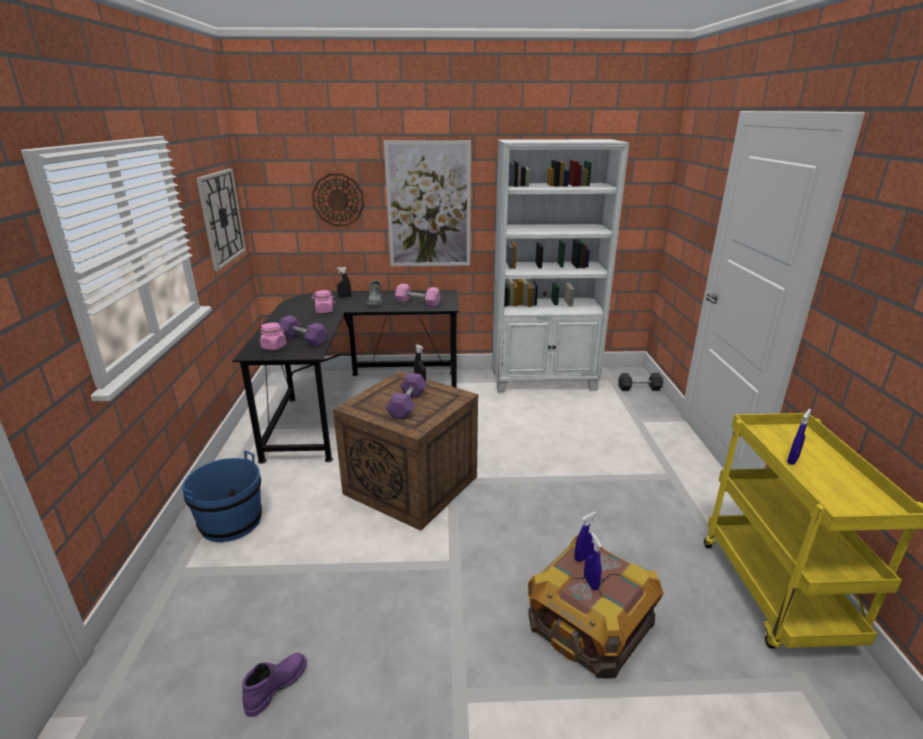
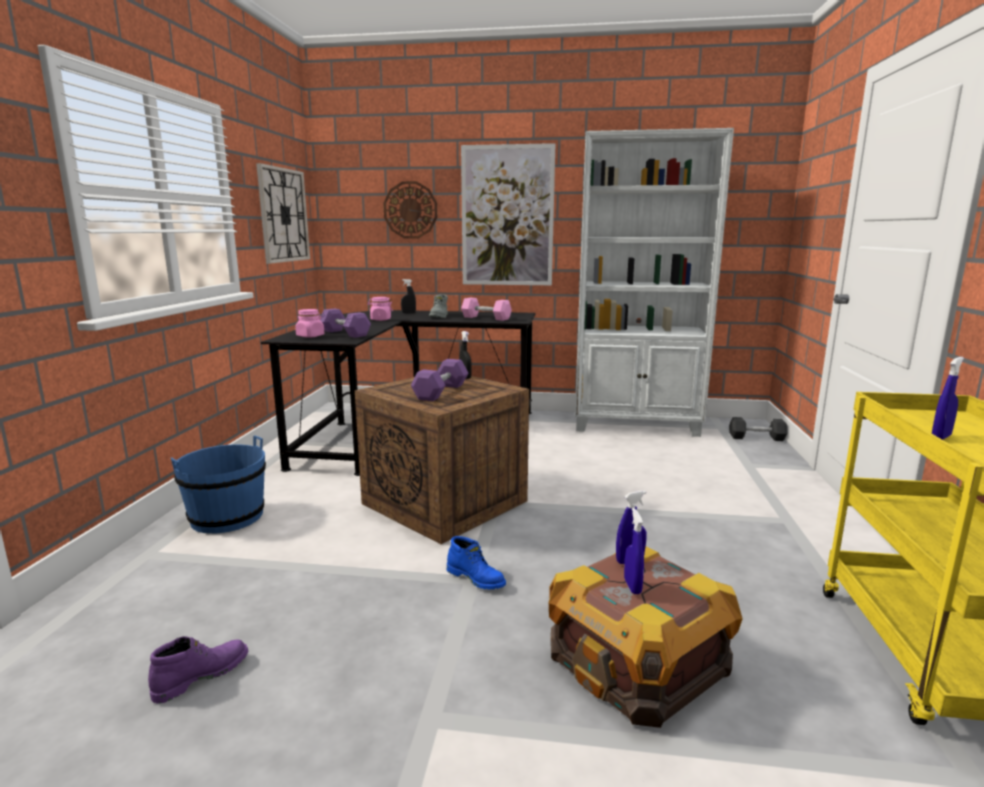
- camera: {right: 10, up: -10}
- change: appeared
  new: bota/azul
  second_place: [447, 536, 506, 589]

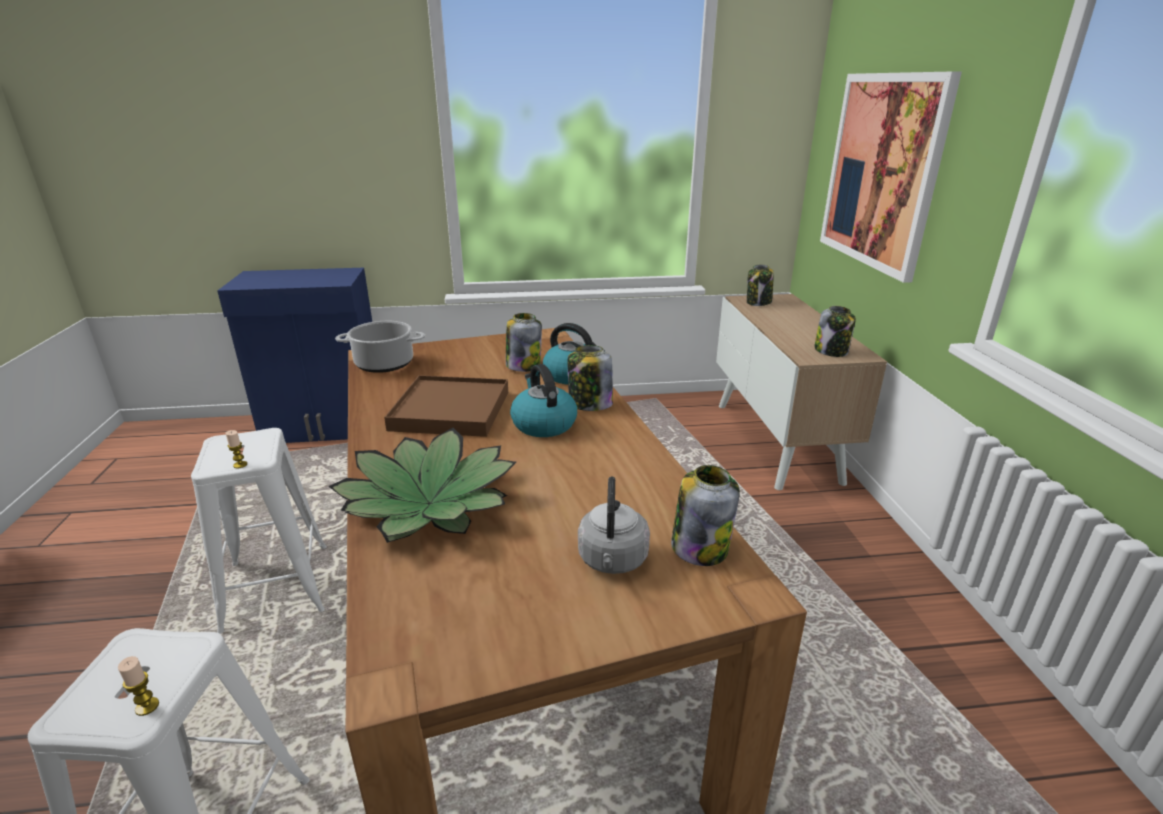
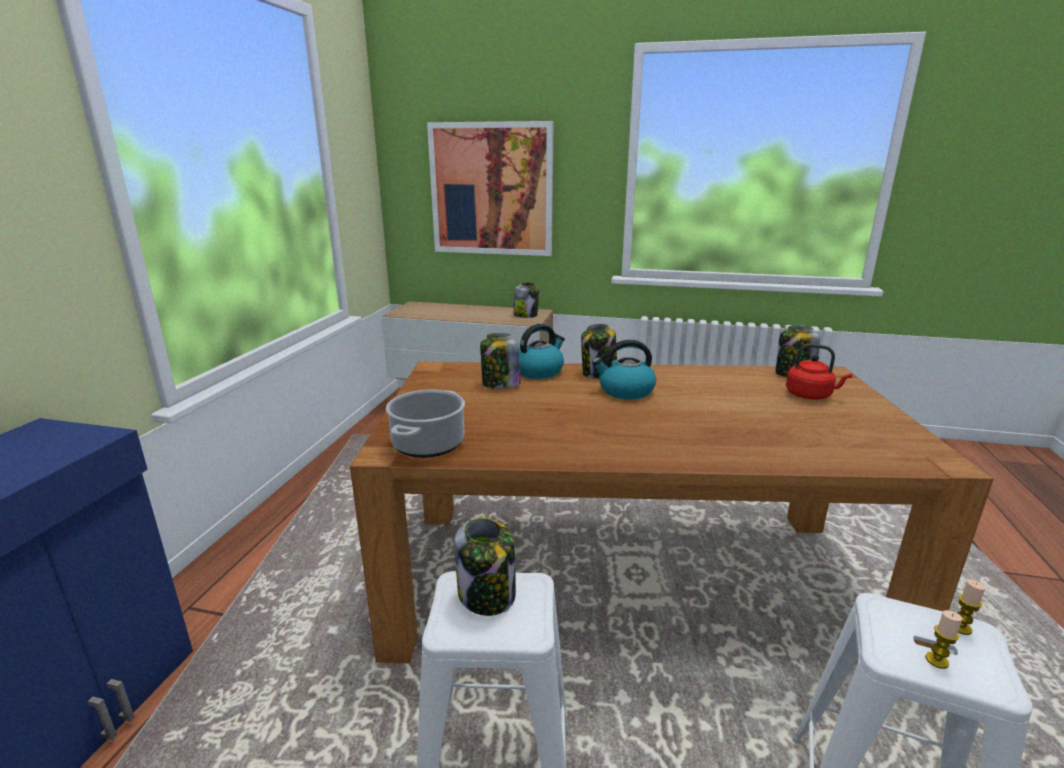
- camera: {right: -70, up: -5}
- change: relocated
  old: tarro
  first_place: [747, 264, 774, 306]
  second_place: [454, 518, 516, 616]
- change: missing
  old: bandeja/marrón
  first_place: [384, 375, 508, 437]
- change: missing
  old: planta en maceta
  first_place: [328, 428, 516, 543]
- change: relocated
  old: vela
  first_place: [225, 430, 247, 468]
  second_place: [925, 610, 963, 669]
- change: colour
  old: hervidor/gris
  new: hervidor/rojo
  first_place: [578, 476, 650, 574]
  second_place: [786, 344, 852, 400]

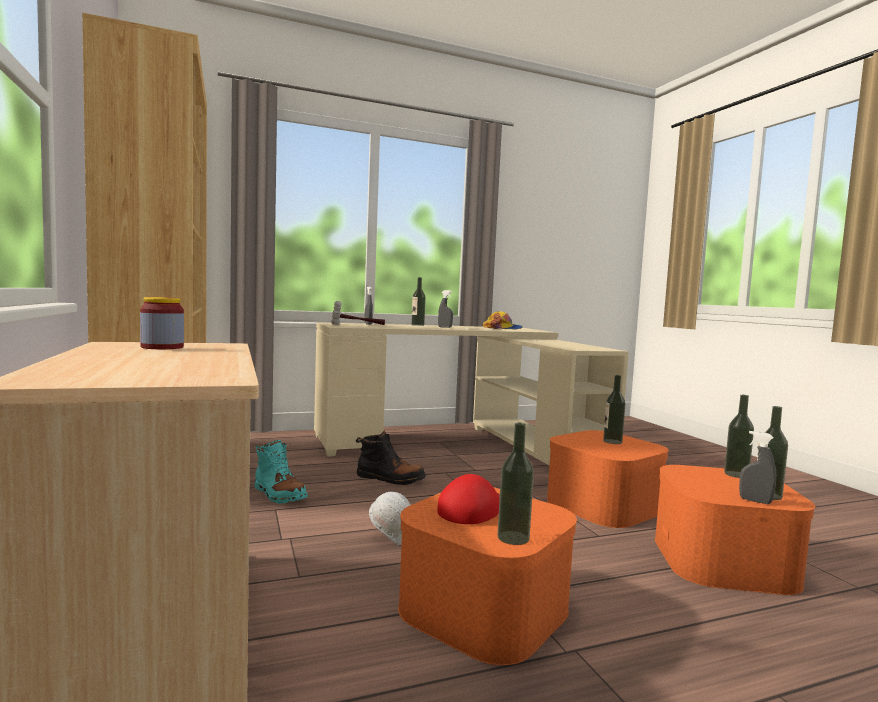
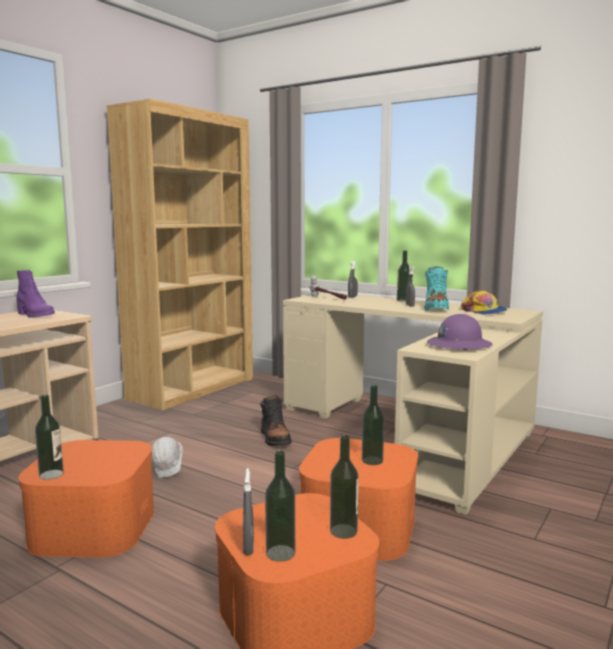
- camera: {right: 55, up: 5}
- change: exchanged
  old: tarro
  new: bota/morado
  first_place: [140, 297, 184, 349]
  second_place: [16, 270, 55, 318]
- change: relocated
  old: bota/turquesa
  first_place: [255, 440, 308, 504]
  second_place: [424, 266, 449, 311]
- change: missing
  old: gorra/rojo
  first_place: [437, 474, 500, 524]
- change: appeared
  new: casco/morado
  second_place: [427, 314, 493, 350]

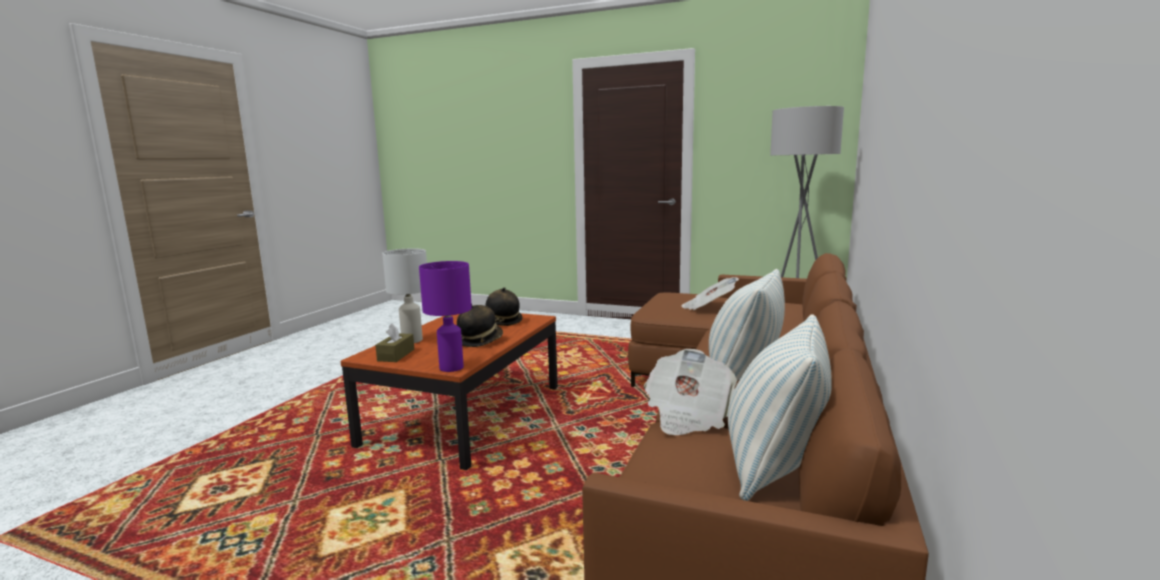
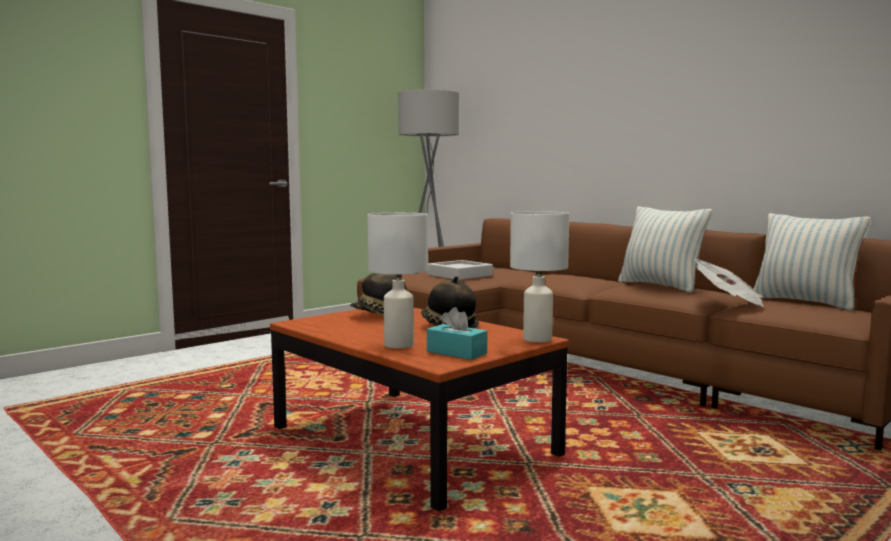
- camera: {right: -65, up: -5}
- change: colour
  old: lámpara de mesa/morado
  new: lámpara de mesa/blanco
  first_place: [419, 261, 472, 372]
  second_place: [510, 211, 569, 343]
- change: exchanged
  old: periódico
  new: bandeja/gris
  first_place: [681, 277, 739, 310]
  second_place: [427, 260, 493, 280]
- change: colour
  old: caja de pañuelos/marrón
  new: caja de pañuelos/turquesa
  first_place: [375, 323, 414, 362]
  second_place: [427, 307, 487, 360]

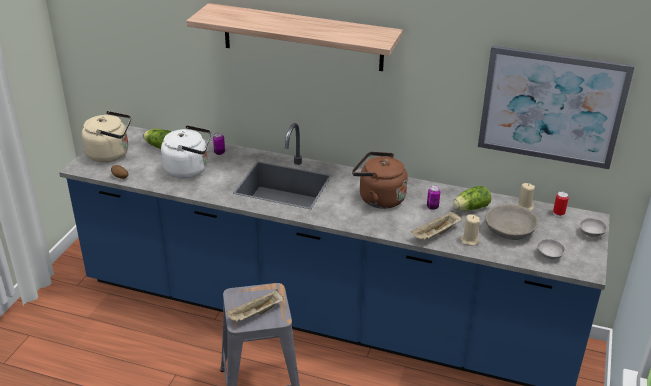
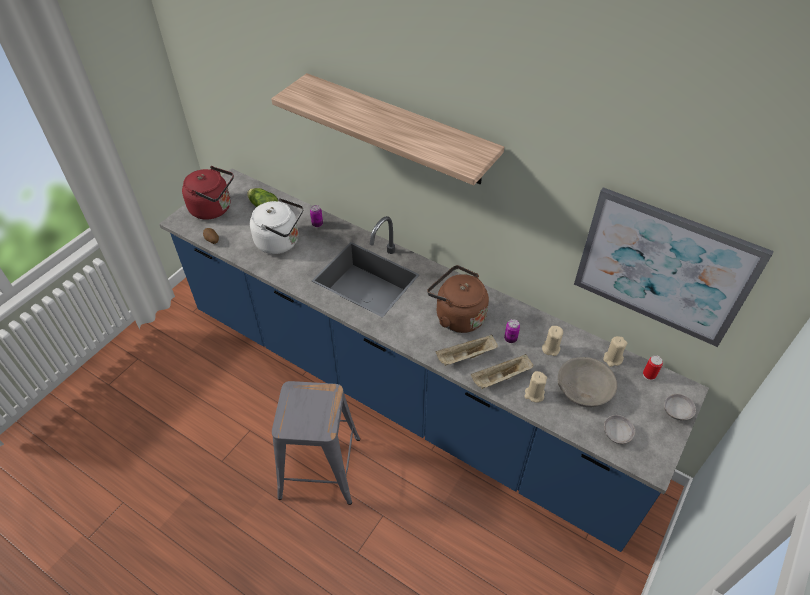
- camera: {right: 15, up: 15}
- change: colour
  old: hervidor/beis
  new: hervidor/rojo
  first_place: [81, 111, 131, 163]
  second_place: [182, 166, 234, 220]
- change: exchanged
  old: lechuga
  new: vela/beis
  first_place: [453, 186, 491, 211]
  second_place: [542, 326, 563, 356]
- change: relocated
  old: bandeja/beis
  first_place: [226, 290, 284, 322]
  second_place: [436, 335, 498, 366]

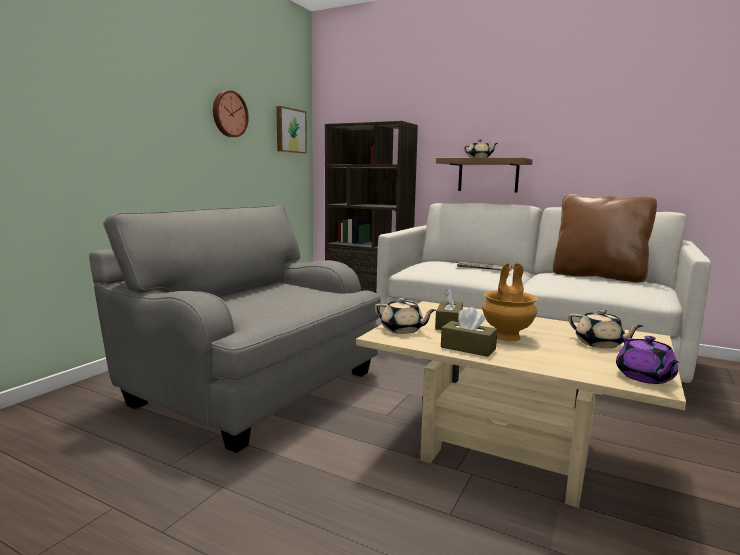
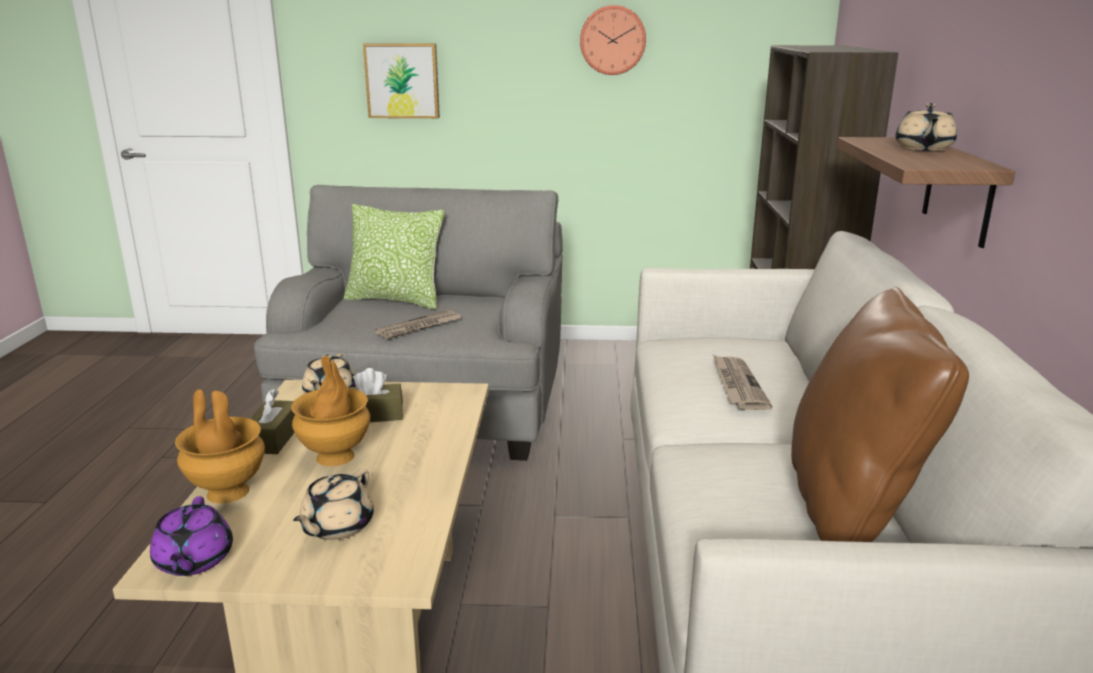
- camera: {right: 65, up: 10}
- change: relocated
  old: cuadro
  first_place: [276, 106, 307, 154]
  second_place: [363, 43, 440, 118]
- change: spun
  old: tetera/morado
  first_place: [616, 336, 680, 384]
  second_place: [150, 496, 233, 576]
  degrees: -75
- change: appeared
  new: cojín
  second_place: [344, 204, 444, 309]
- change: appeared
  new: periódico
  second_place: [375, 310, 461, 339]
- change: appeared
  new: florero/marrón
  second_place: [175, 389, 265, 503]

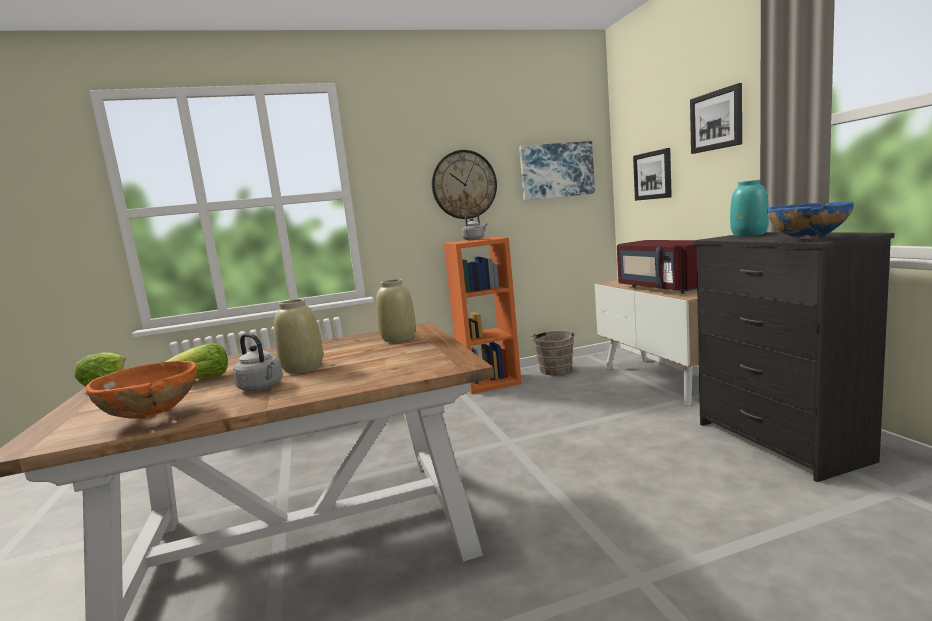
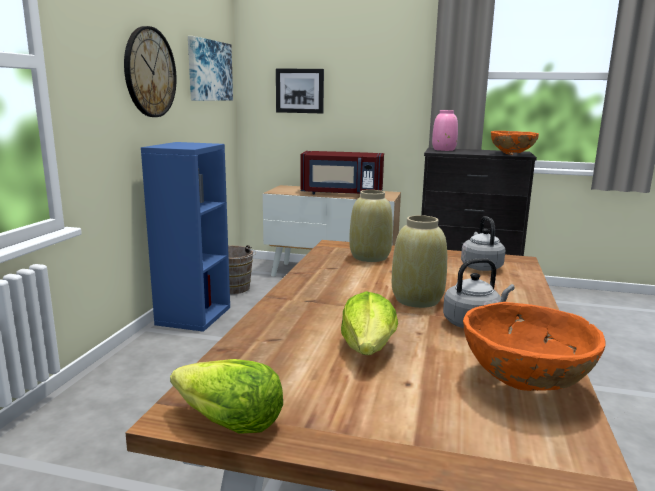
- camera: {right: -60, up: 5}
- change: missing
  old: cuadro
  first_place: [690, 83, 742, 154]
- change: colour
  old: florero/turquesa
  new: florero/rosa
  first_place: [730, 180, 769, 236]
  second_place: [432, 110, 458, 151]
- change: colour
  old: cuenco/azul
  new: cuenco/naranja
  first_place: [767, 201, 853, 240]
  second_place: [491, 131, 539, 155]
- change: relocated
  old: hervidor/gris
  first_place: [462, 212, 487, 240]
  second_place: [461, 216, 505, 271]
- change: colour
  old: estantería/naranja
  new: estantería/azul
  first_place: [444, 237, 522, 394]
  second_place: [141, 142, 230, 332]

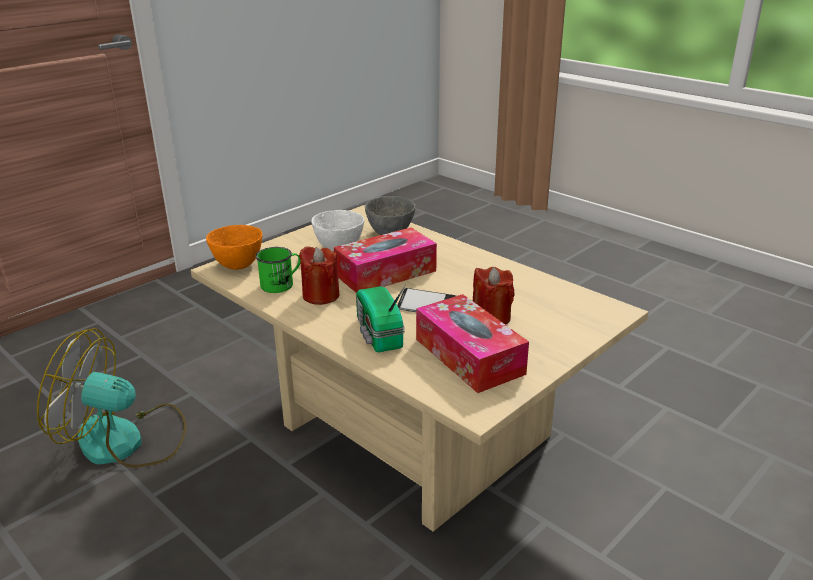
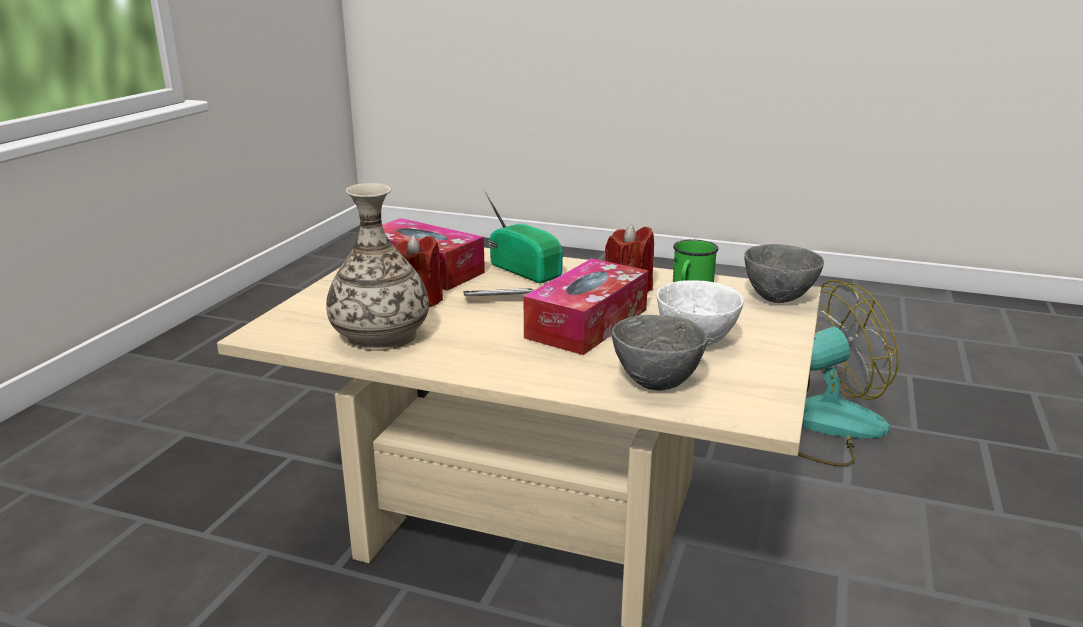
- camera: {right: 155, up: -5}
- change: colour
  old: cuenco/naranja
  new: cuenco/gris
  first_place: [206, 225, 262, 270]
  second_place: [744, 244, 824, 303]
- change: appeared
  new: florero
  second_place: [326, 183, 429, 351]

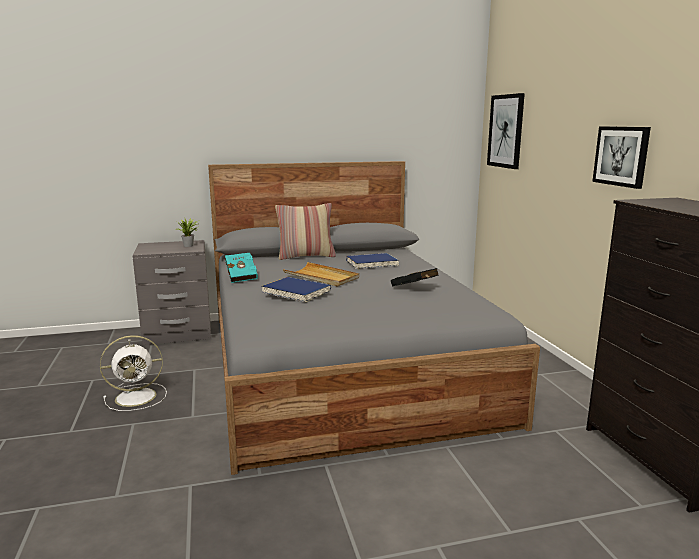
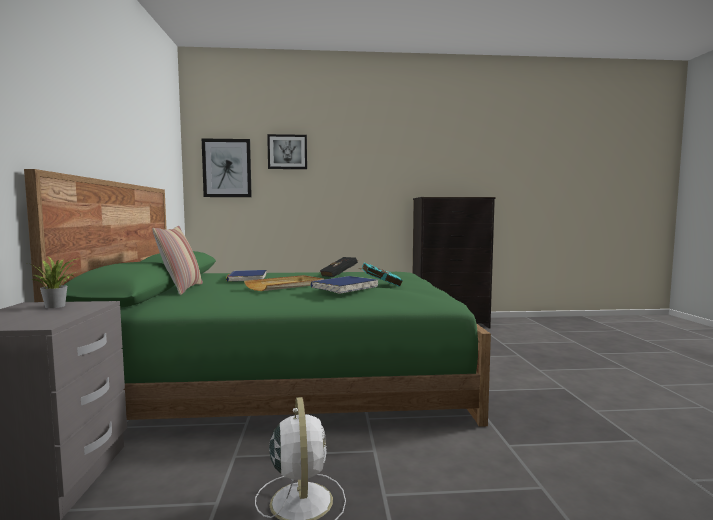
- camera: {right: -80, up: -10}
- change: relocated
  old: cuadro
  first_place: [592, 126, 651, 189]
  second_place: [267, 134, 307, 169]
- change: colour
  old: cama/gris
  new: cama/verde
  first_place: [208, 161, 540, 475]
  second_place: [24, 169, 491, 427]
- change: relocated
  old: libro/turquesa
  first_place: [225, 253, 258, 283]
  second_place: [358, 263, 403, 287]

